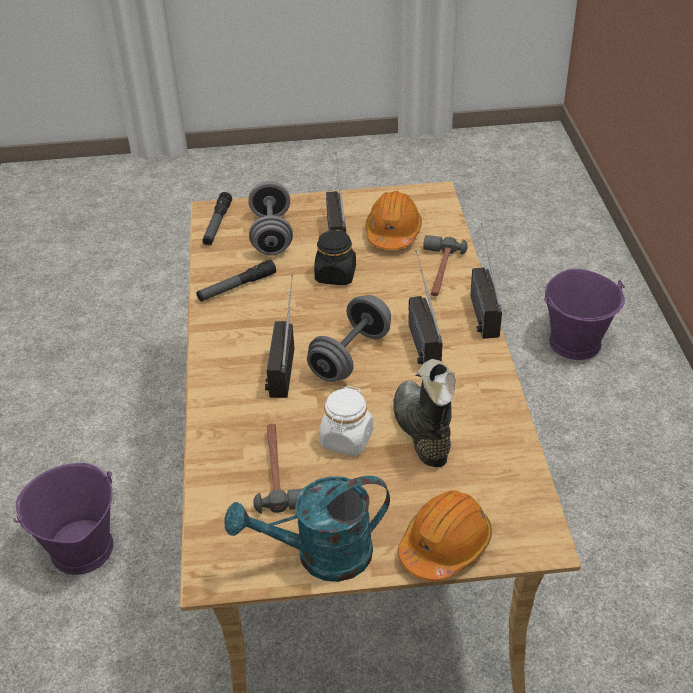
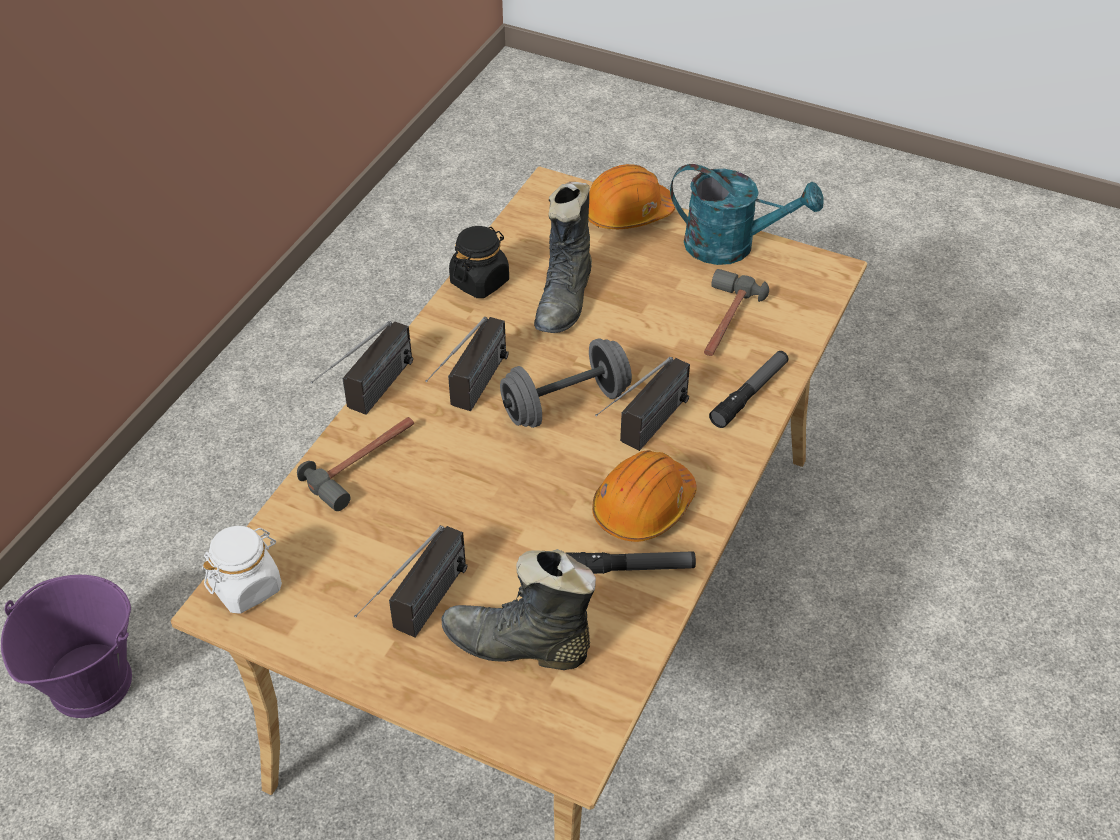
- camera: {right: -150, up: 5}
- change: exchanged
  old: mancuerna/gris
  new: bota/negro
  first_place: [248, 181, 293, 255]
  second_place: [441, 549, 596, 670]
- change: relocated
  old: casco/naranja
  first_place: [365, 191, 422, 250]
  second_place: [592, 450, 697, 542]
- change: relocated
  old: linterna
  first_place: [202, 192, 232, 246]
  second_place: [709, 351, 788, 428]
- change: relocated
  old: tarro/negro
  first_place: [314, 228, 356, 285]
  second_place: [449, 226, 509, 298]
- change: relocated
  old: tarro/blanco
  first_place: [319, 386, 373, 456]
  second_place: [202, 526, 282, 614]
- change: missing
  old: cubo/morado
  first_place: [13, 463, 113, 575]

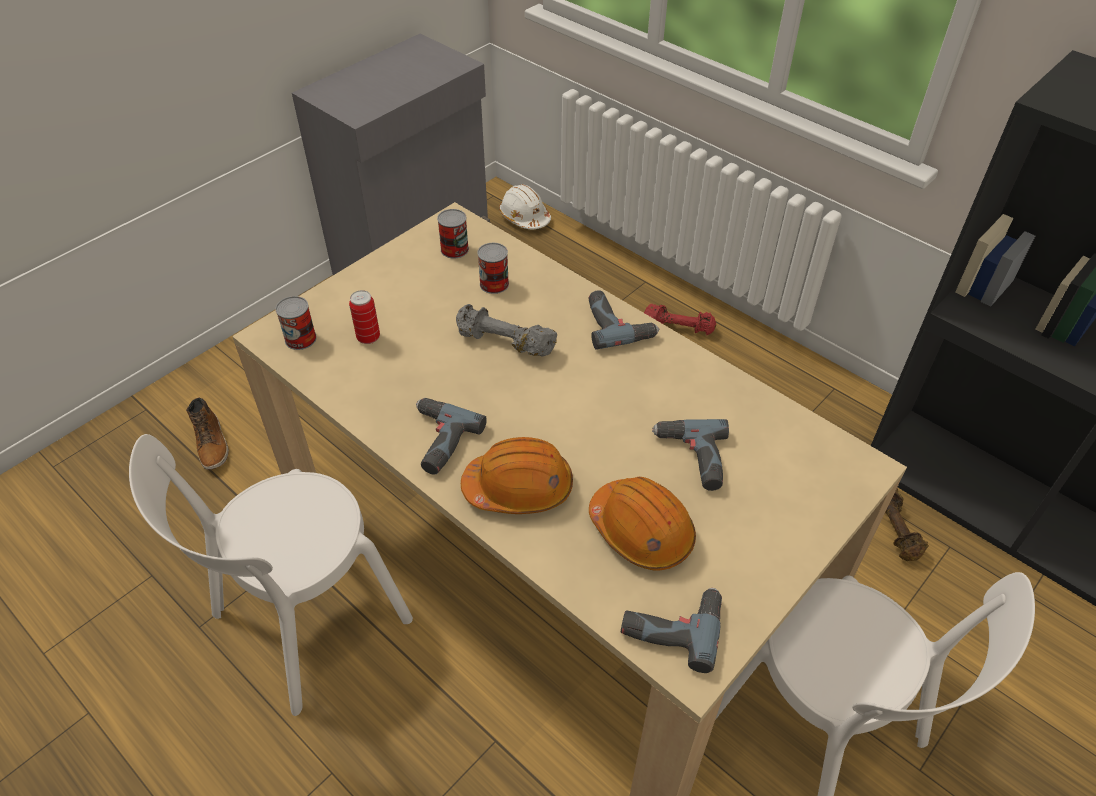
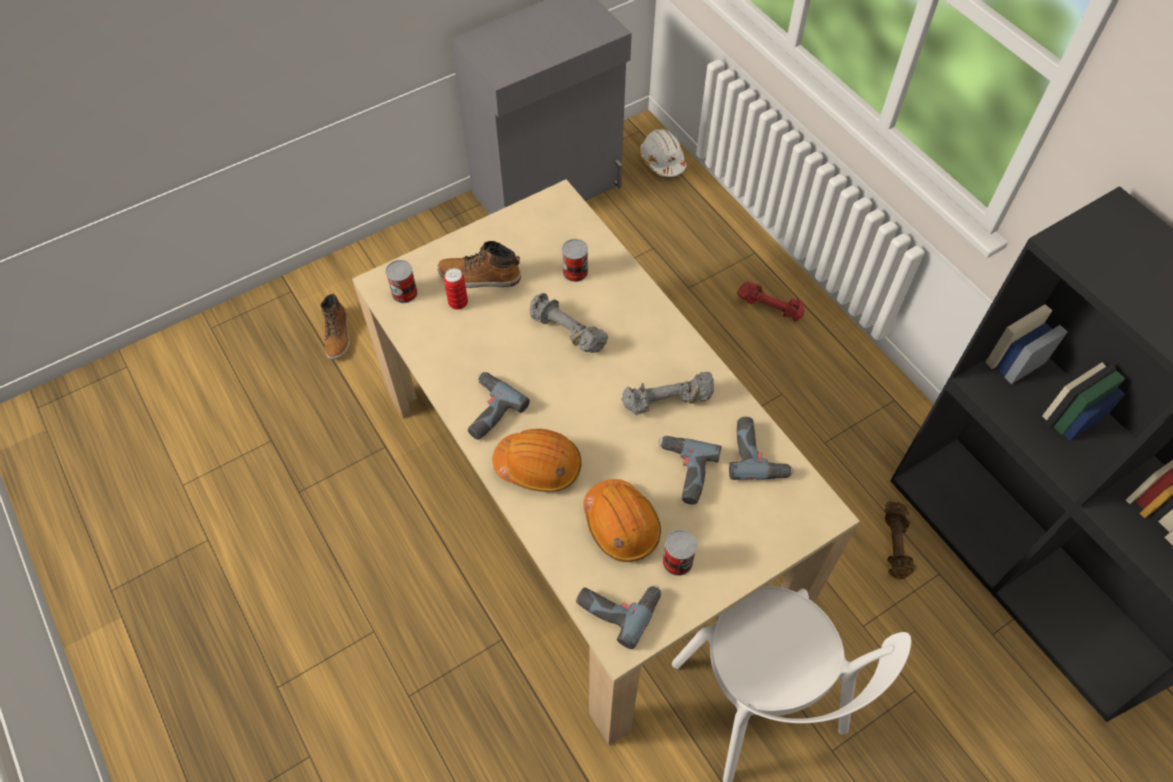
- camera: {right: 15, up: 10}
- change: relocated
  old: lata
  first_place: [437, 209, 469, 259]
  second_place: [663, 530, 697, 576]
- change: relocated
  old: taladro
  first_place: [589, 290, 659, 349]
  second_place: [729, 417, 794, 480]
- change: missing
  old: silla/blanco
  first_place: [129, 434, 413, 716]
- change: appeared
  new: bota
  second_place: [437, 241, 521, 288]
- change: appeared
  new: mancuerna/gris
  second_place: [622, 372, 714, 415]

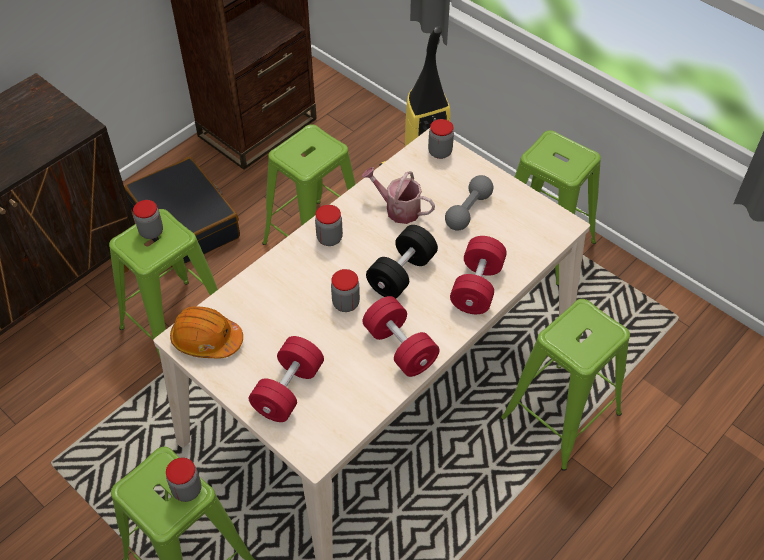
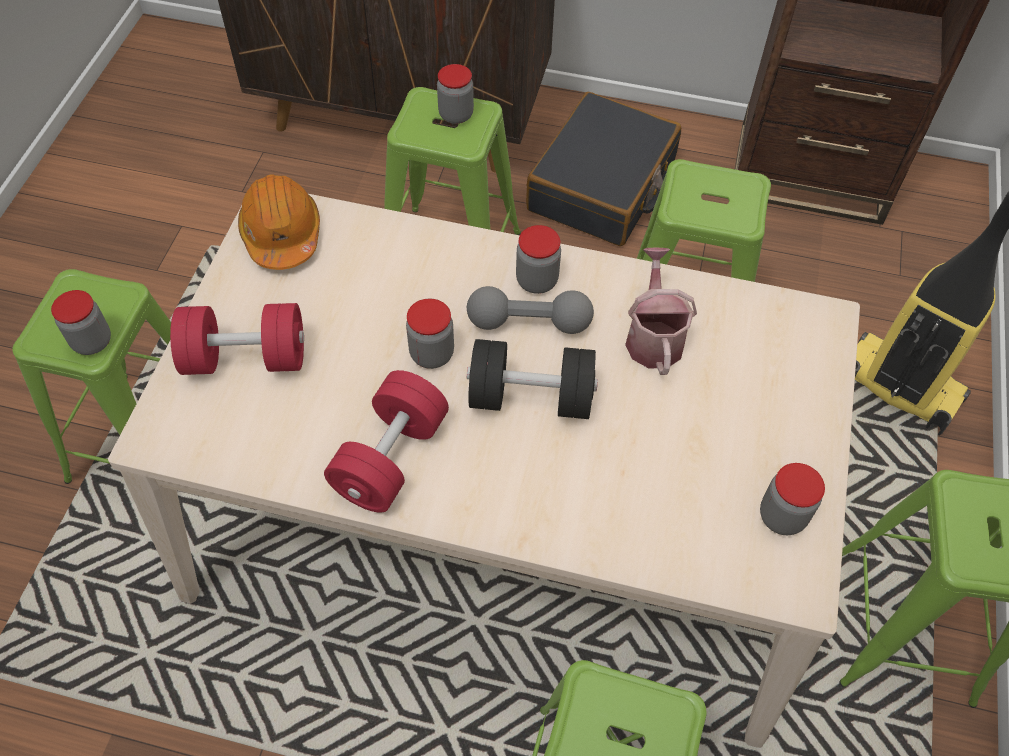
- camera: {right: 60, up: 5}
- change: relocated
  old: tarro
  first_place: [428, 119, 454, 159]
  second_place: [760, 463, 825, 535]
- change: relocated
  old: mancuerna/gris
  first_place: [445, 175, 493, 231]
  second_place: [467, 286, 594, 334]
- change: missing
  old: mancuerna/rojo
  first_place: [450, 236, 507, 314]

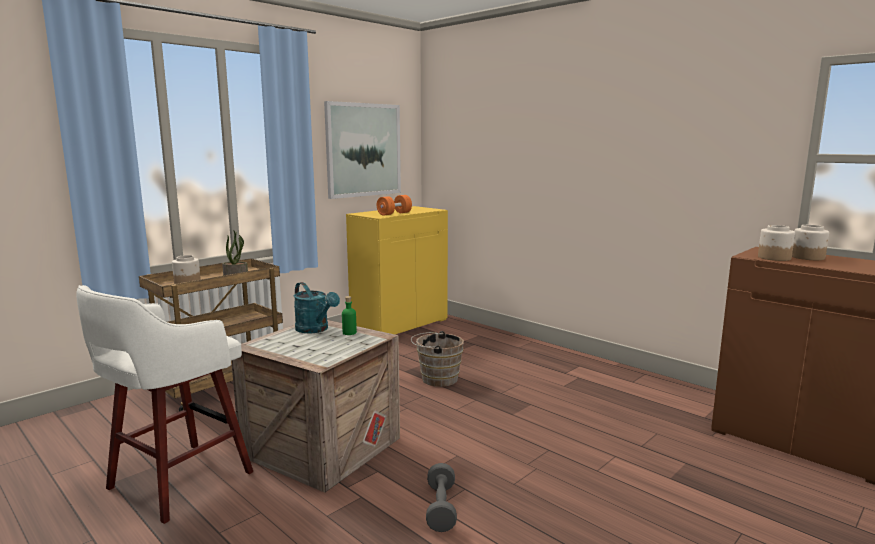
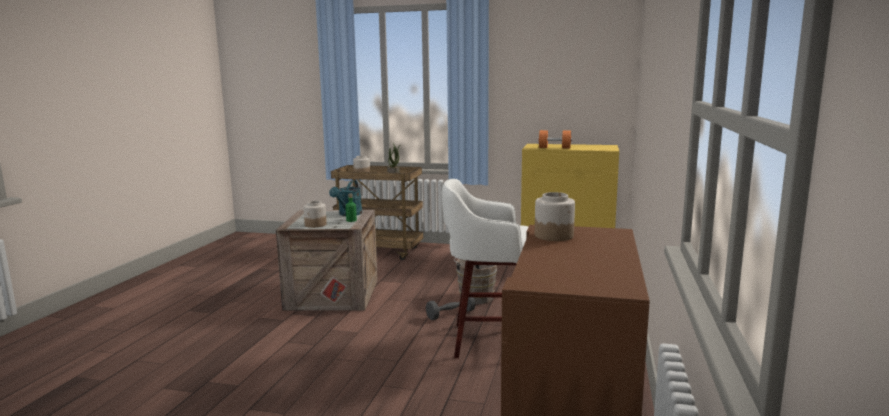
- camera: {right: 60, up: 0}
- change: missing
  old: cuadro
  first_place: [324, 101, 401, 199]
- change: relocated
  old: tarro
  first_place: [792, 225, 829, 260]
  second_place: [304, 201, 327, 228]
- change: relocated
  old: taburete/blanco
  first_place: [76, 285, 253, 524]
  second_place: [442, 179, 529, 358]
- change: relocated
  old: mancuerna/gris
  first_place: [426, 463, 457, 532]
  second_place: [426, 297, 475, 320]

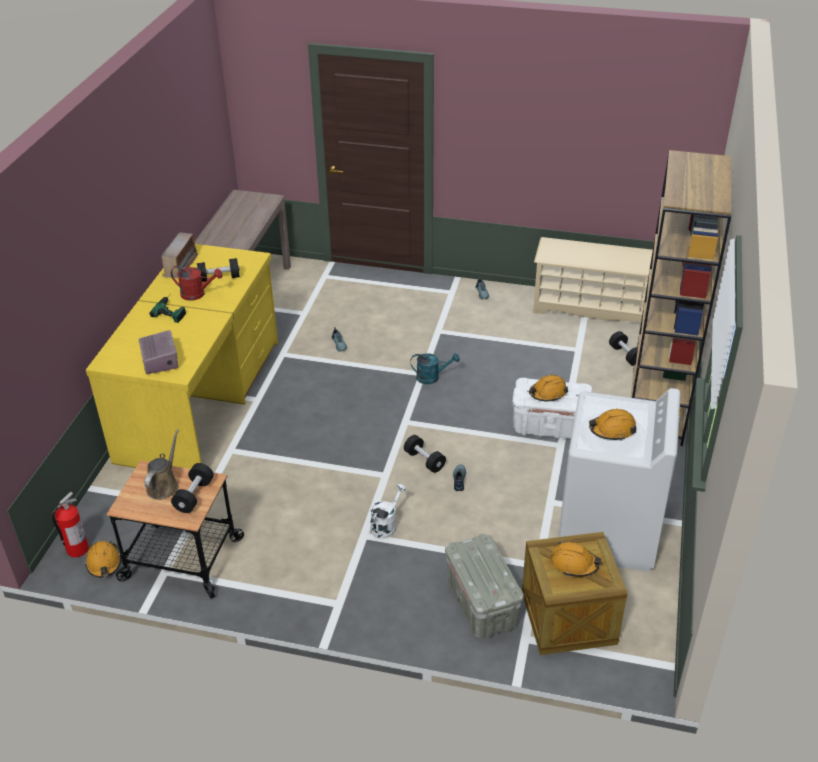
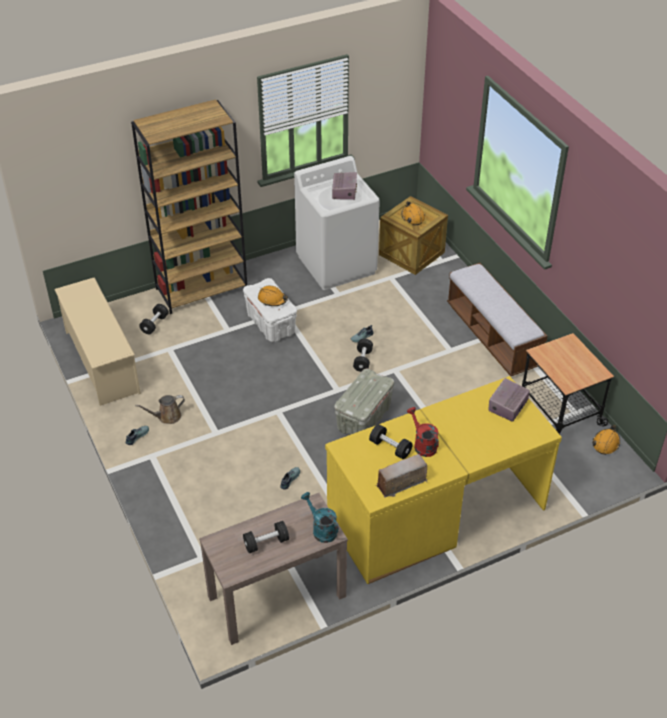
- camera: {right: -130, up: 5}
- change: missing
  old: taladro
  first_place: [149, 294, 186, 323]
- change: relocated
  old: regadera/turquesa
  first_place: [410, 353, 460, 384]
  second_place: [301, 492, 339, 543]
- change: exchanged
  old: casco/naranja
  new: radio
  first_place: [589, 409, 636, 441]
  second_place: [332, 172, 357, 200]
- change: relocated
  old: regadera/marrón
  first_place: [145, 429, 179, 500]
  second_place: [135, 395, 185, 424]
- change: relocated
  old: mancuerna/negro
  first_place: [171, 463, 214, 513]
  second_place: [243, 521, 289, 553]
- change: missing
  old: regadera/blanco
  first_place: [370, 484, 407, 539]
- change: missing
  old: extintor
  first_place: [52, 492, 89, 557]
- change: relocated
  old: caja de almacenaje/gris
  first_place: [445, 534, 524, 638]
  second_place: [334, 369, 394, 435]
- change: appeared
  new: banco
  second_place: [447, 263, 547, 376]

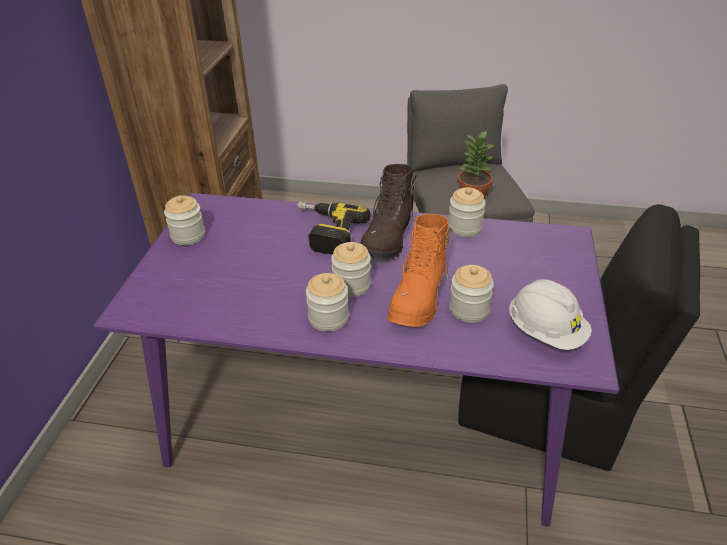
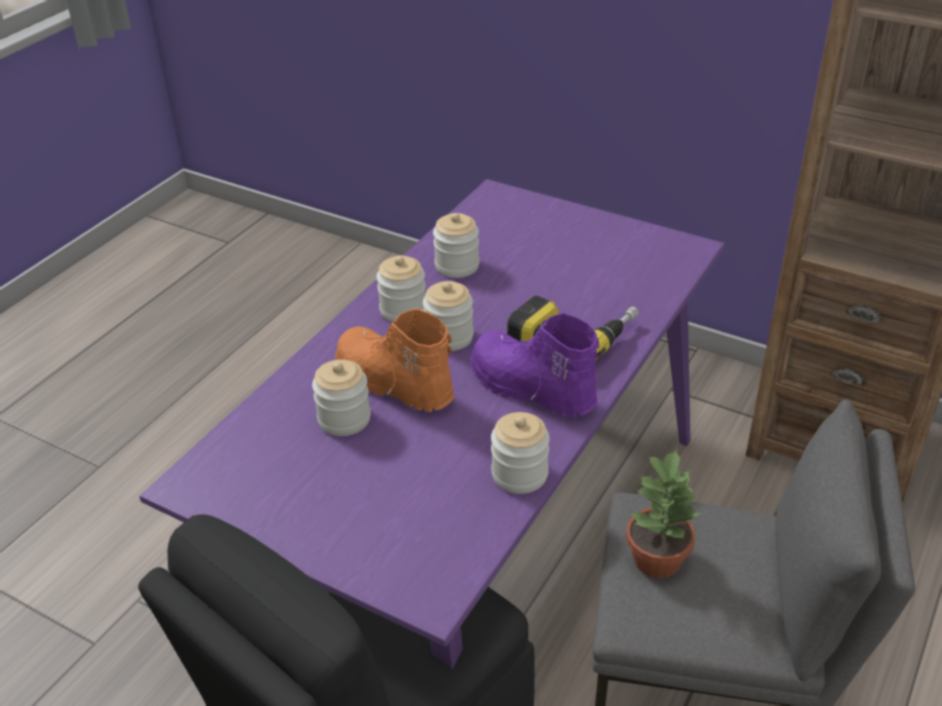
- camera: {right: 110, up: 0}
- change: colour
  old: bota/marrón
  new: bota/morado
  first_place: [361, 164, 417, 260]
  second_place: [470, 312, 599, 417]
- change: relocated
  old: tarro
  first_place: [164, 195, 205, 245]
  second_place: [433, 213, 479, 278]
- change: missing
  old: casco/blanco
  first_place: [509, 279, 592, 350]

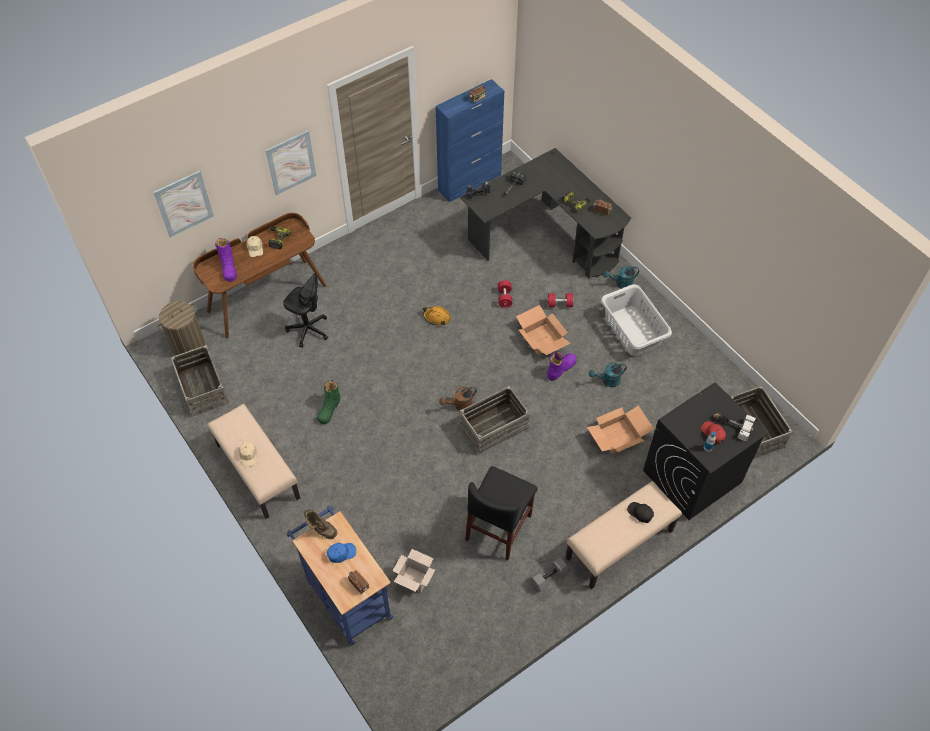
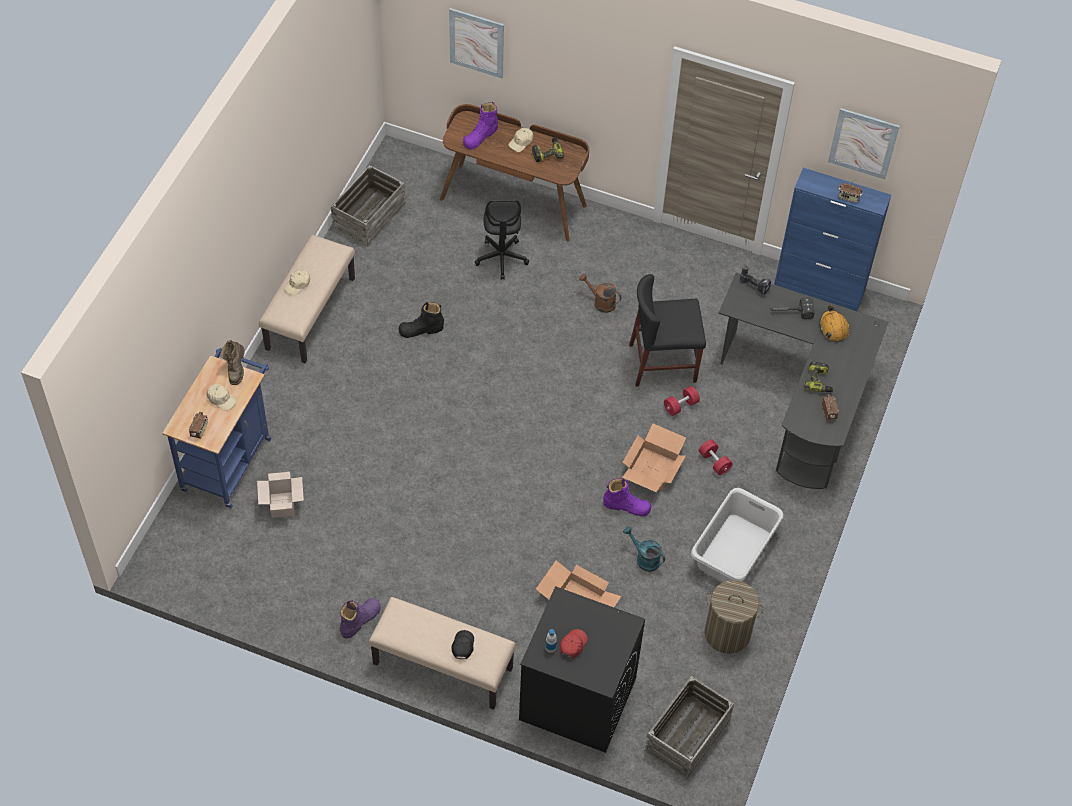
- camera: {right: 55, up: 0}
- change: relocated
  old: cuadro
  first_place: [266, 130, 316, 195]
  second_place: [828, 108, 900, 179]
- change: missing
  old: regadera/turquesa
  first_place: [604, 266, 639, 289]
- change: relocated
  old: cesto de la ropa
  first_place: [158, 301, 205, 358]
  second_place: [705, 580, 764, 654]
- change: relocated
  old: casco/naranja
  first_place: [423, 306, 451, 326]
  second_place: [819, 305, 850, 341]
- change: colour
  old: bota/verde
  new: bota/negro
  first_place: [317, 380, 340, 424]
  second_place: [399, 302, 444, 338]
- change: relocated
  old: regadera/marrón
  first_place: [439, 386, 477, 411]
  second_place: [579, 274, 621, 313]
- change: missing
  old: caja de embalaje
  first_place: [459, 386, 530, 454]
- change: missing
  old: martillo
  first_place: [714, 413, 756, 441]
- change: relocated
  old: silla/negro
  first_place: [465, 466, 537, 560]
  second_place: [629, 274, 706, 387]
- change: colour
  old: gorra/azul
  new: gorra/beis
  first_place: [327, 543, 356, 563]
  second_place: [207, 384, 237, 411]
- change: exchanged
  old: mancuerna/gris
  new: bota/morado
  first_place: [530, 558, 569, 592]
  second_place: [340, 598, 380, 638]

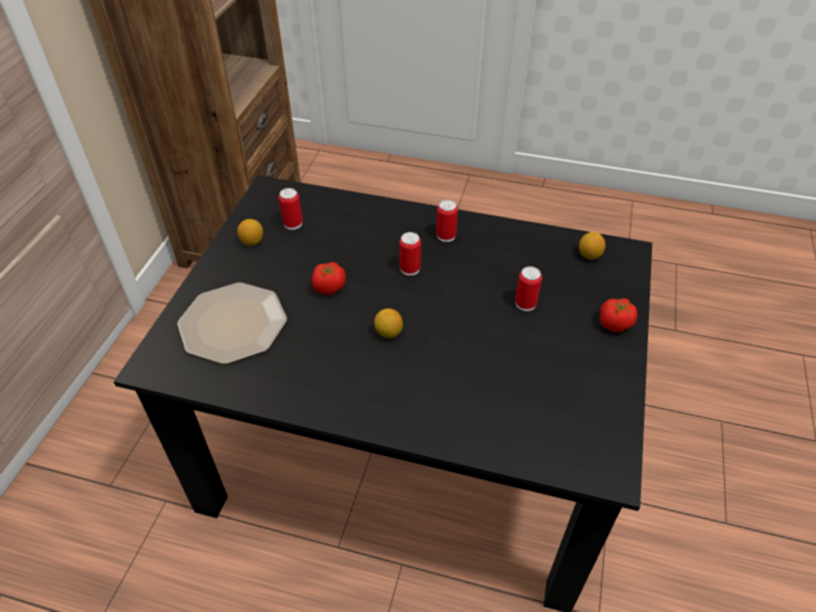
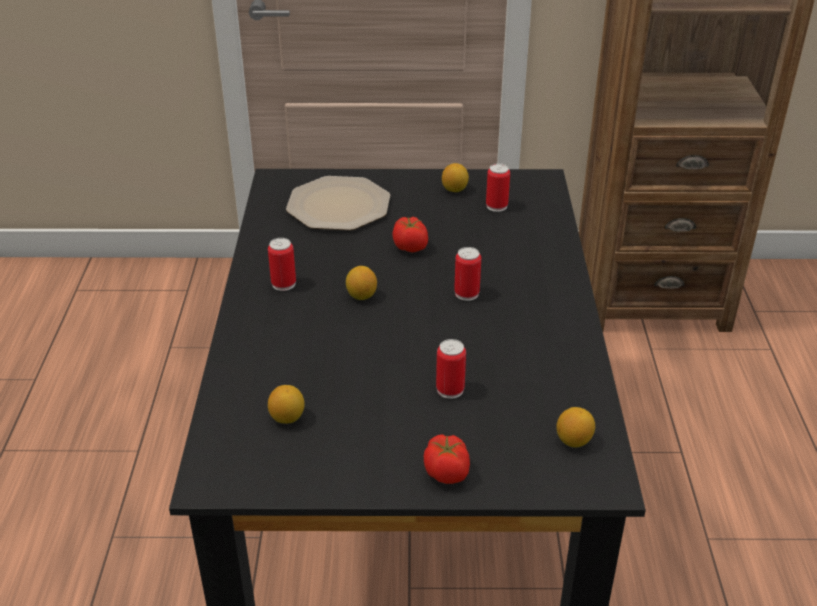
- camera: {right: 75, up: -10}
- change: relocated
  old: lata
  first_place: [436, 200, 458, 242]
  second_place: [268, 238, 296, 291]
- change: appeared
  new: limón
  second_place: [268, 385, 305, 424]

